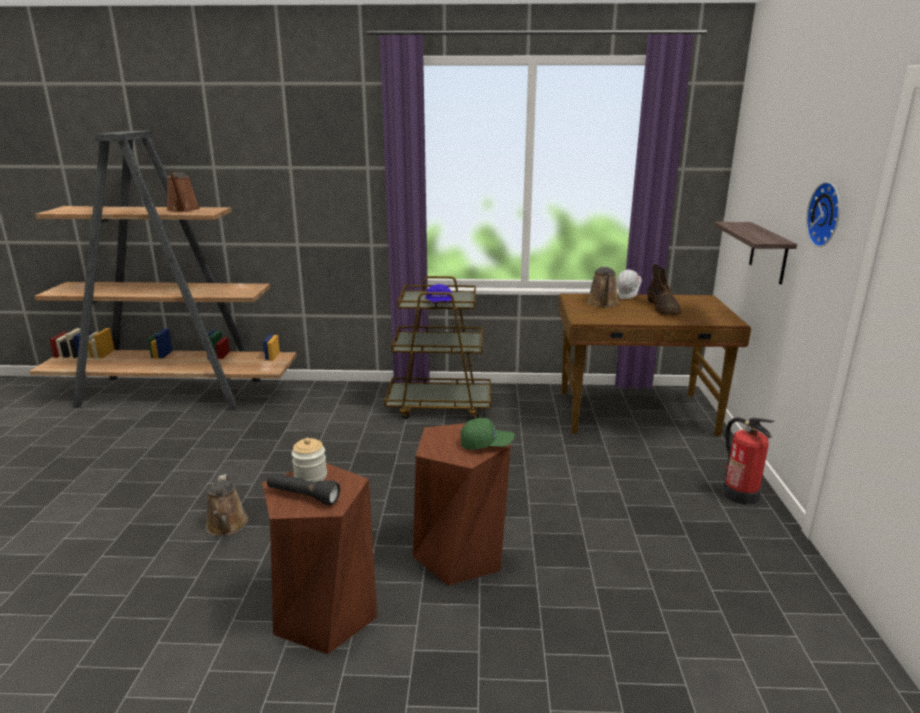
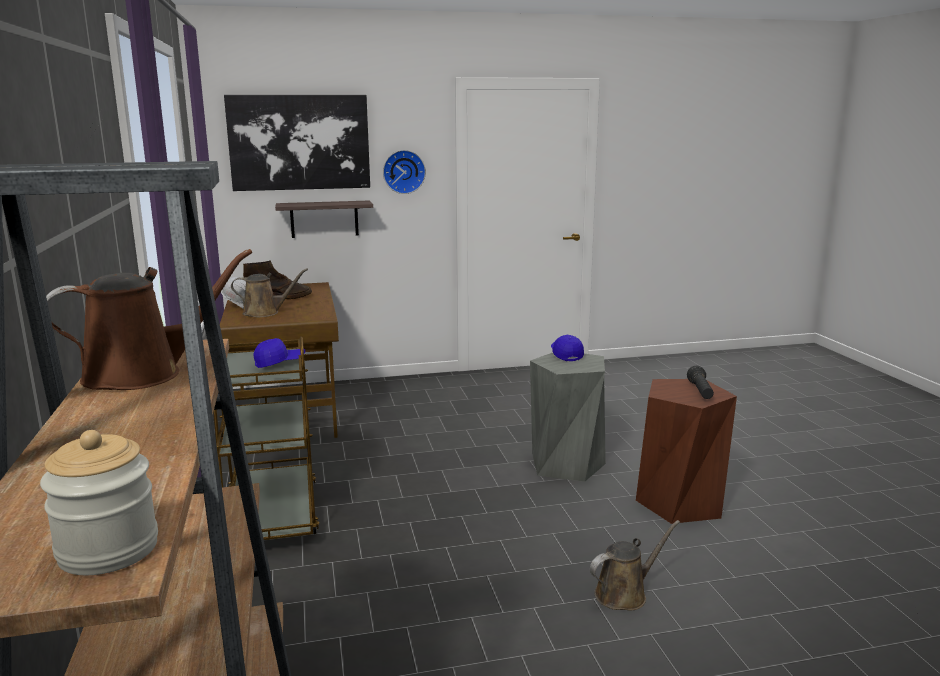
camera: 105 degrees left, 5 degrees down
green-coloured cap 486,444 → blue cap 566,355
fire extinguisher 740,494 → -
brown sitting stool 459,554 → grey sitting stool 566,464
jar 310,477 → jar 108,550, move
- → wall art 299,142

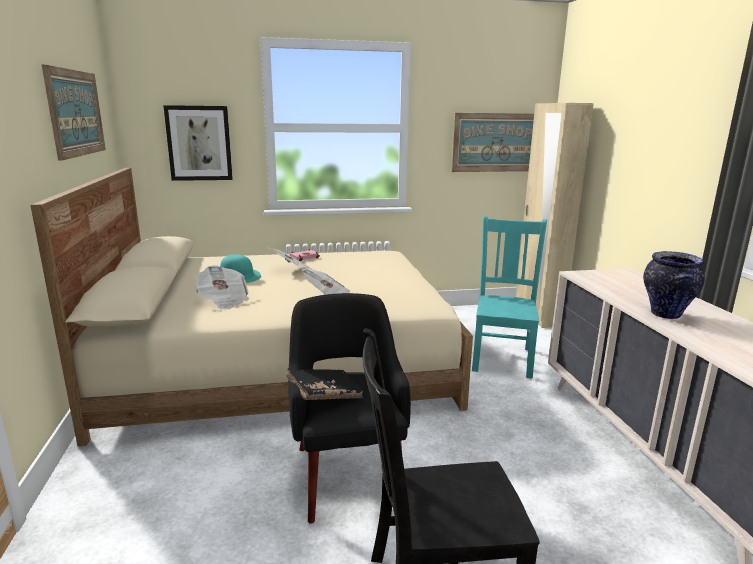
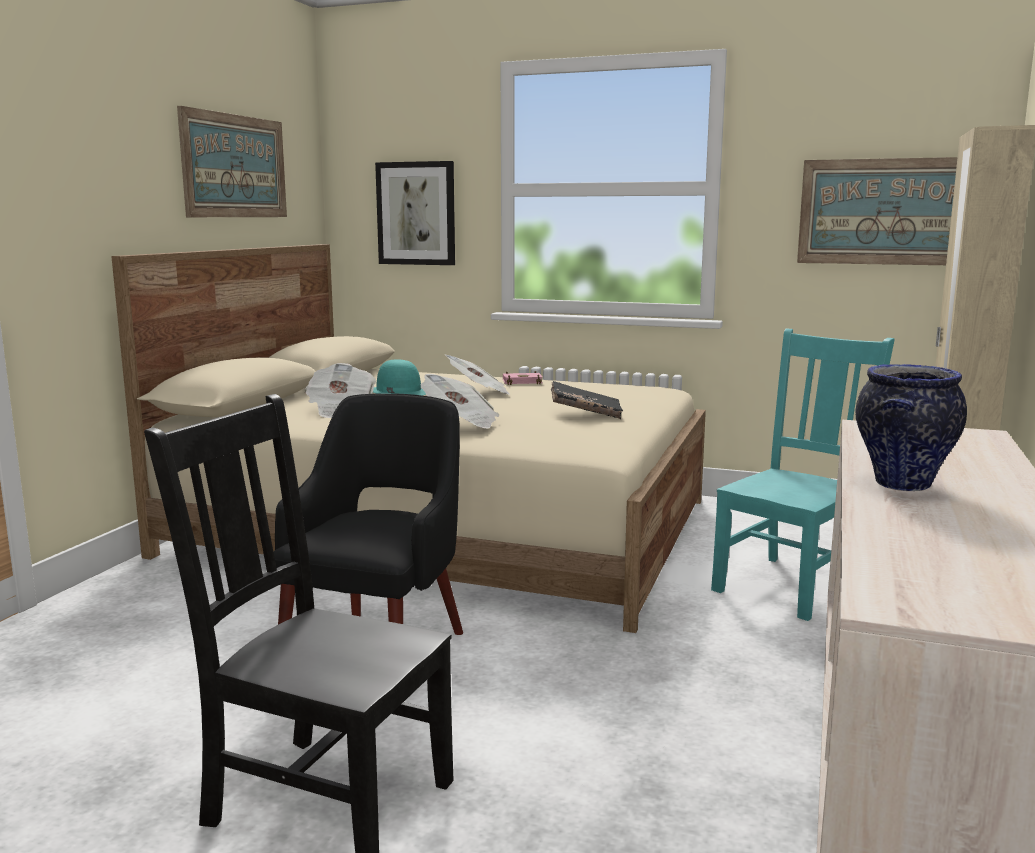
camera: 30 degrees right, 5 degrees down
black-coloured volume 324,395 → black-coloured volume 585,413, move

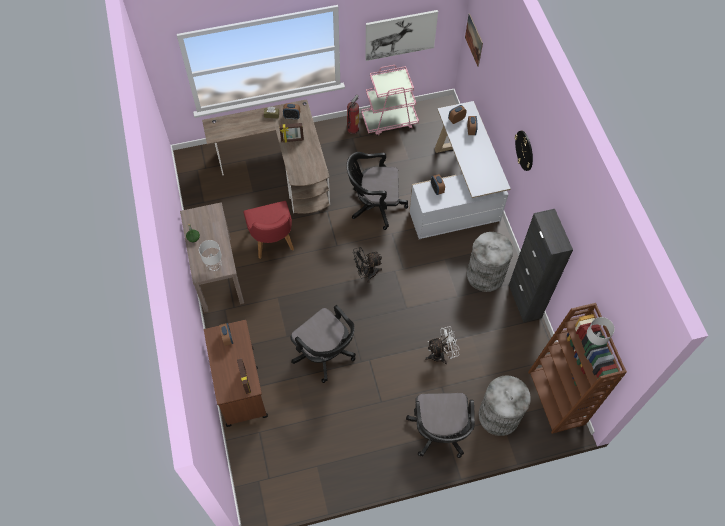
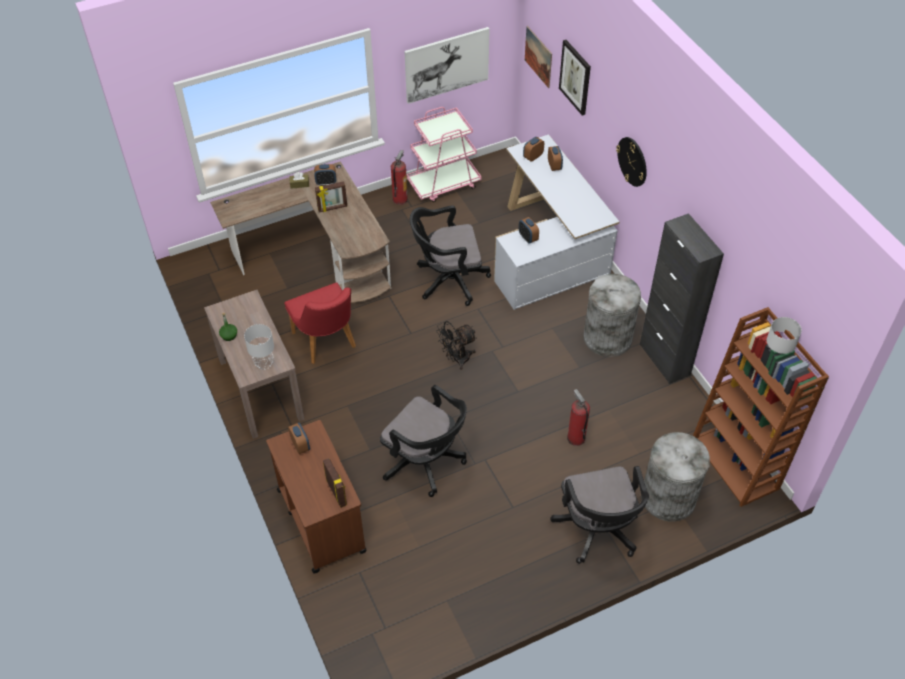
camera: 10 degrees left, 10 degrees down
white fan 441,354 → fire extinguisher 575,438
- → wall art 575,77

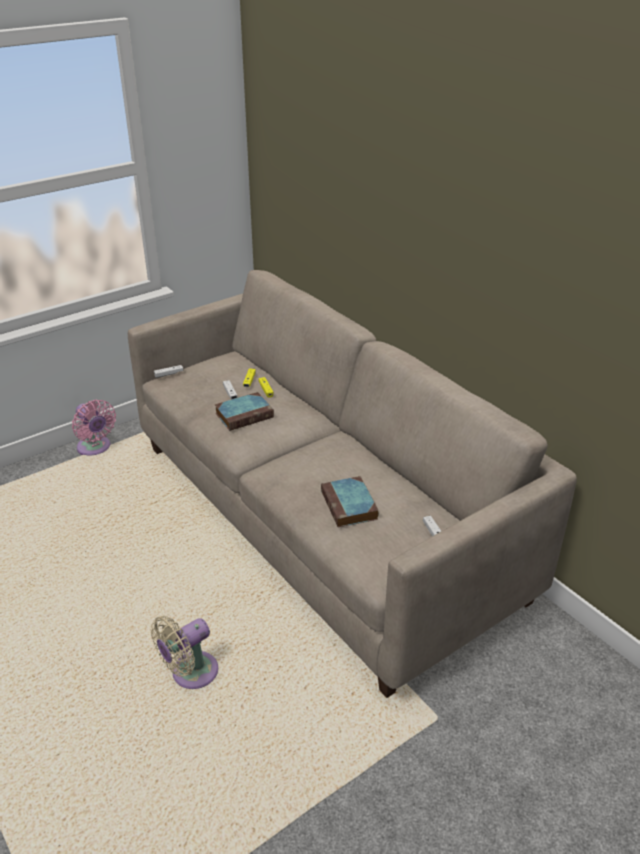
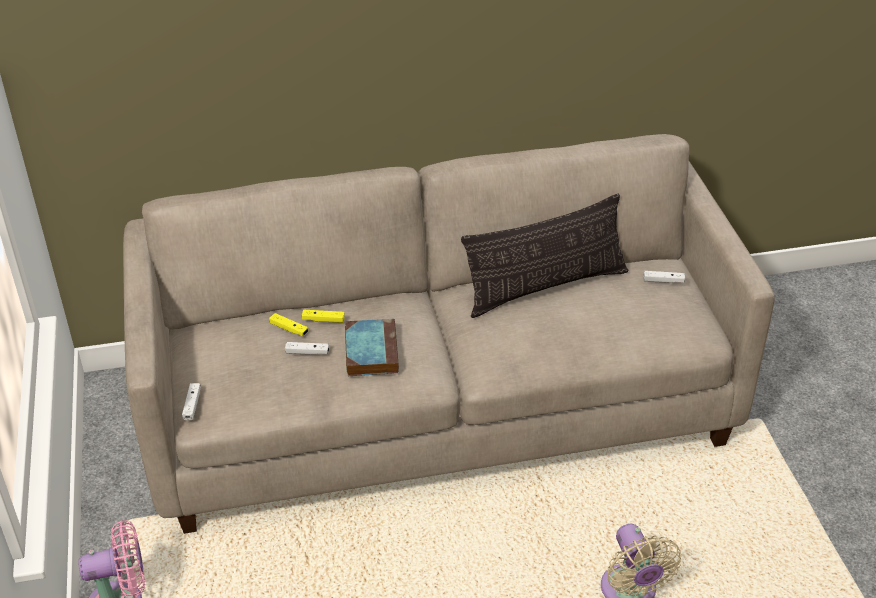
camera: 65 degrees left, 5 degrees up
volume 350,506 → -
- → cushion 545,287

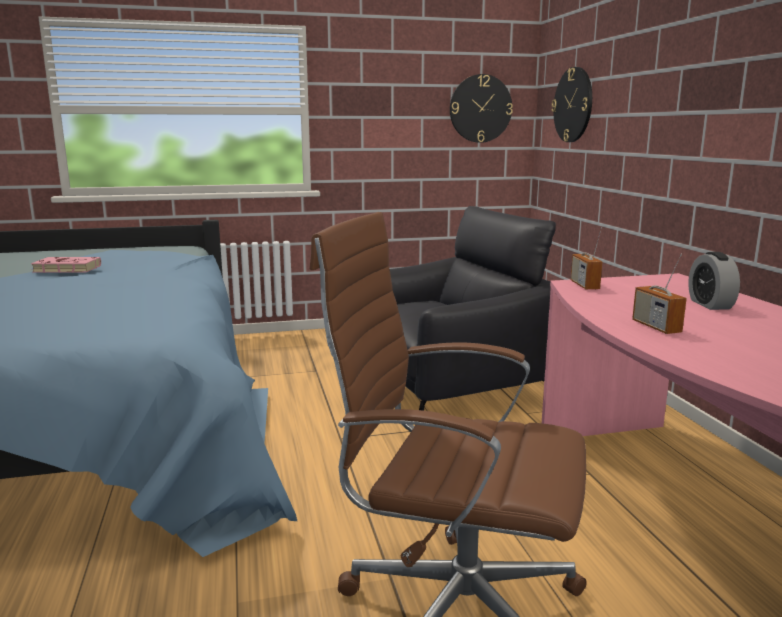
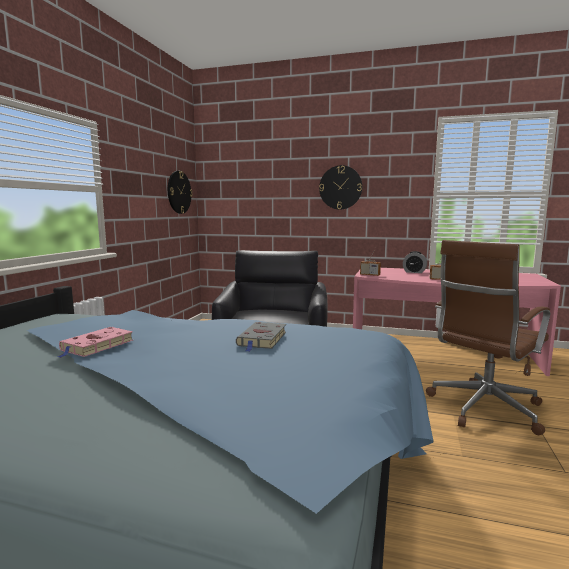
camera: 60 degrees left, 5 degrees down
hanging clock 573,105 → hanging clock 340,187, move
- → grey volume 262,339

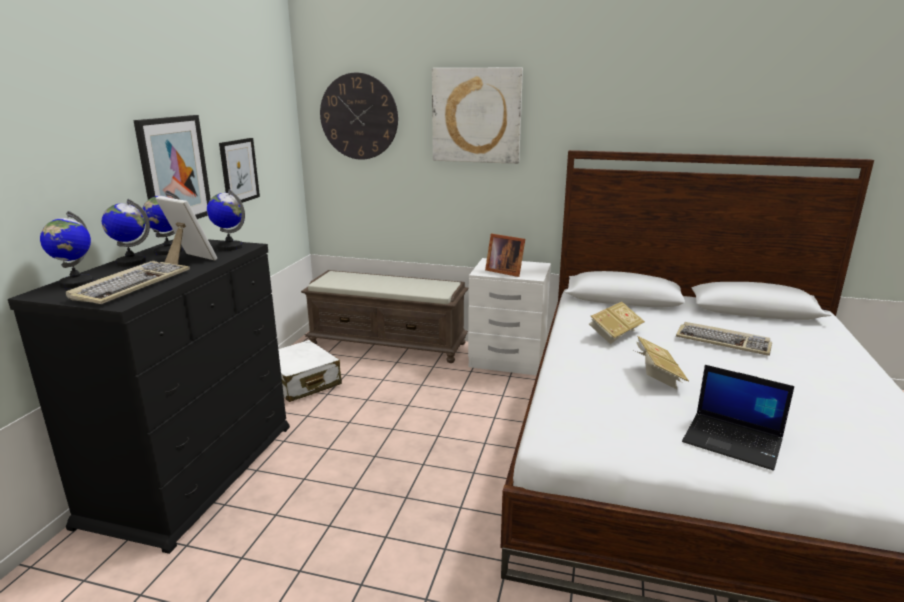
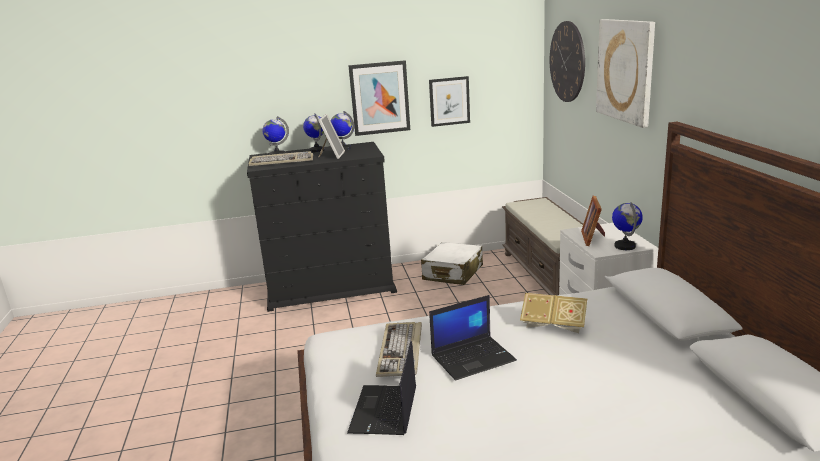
camera: 65 degrees right, 0 degrees up
world globe 230,247 → world globe 625,246, move
PC keyboard 723,341 → PC keyboard 401,352, move
volume 656,375 → notebook computer 473,357

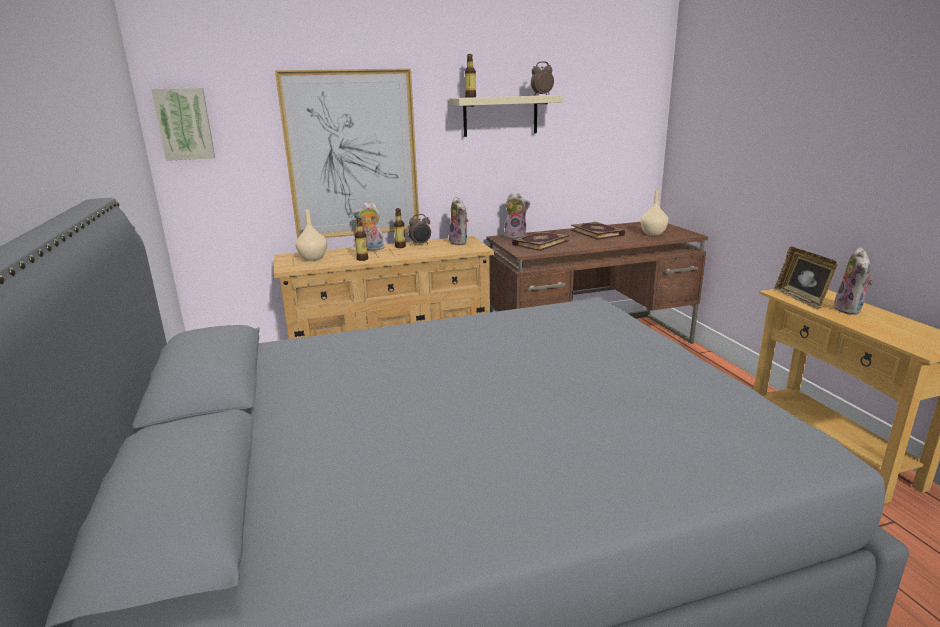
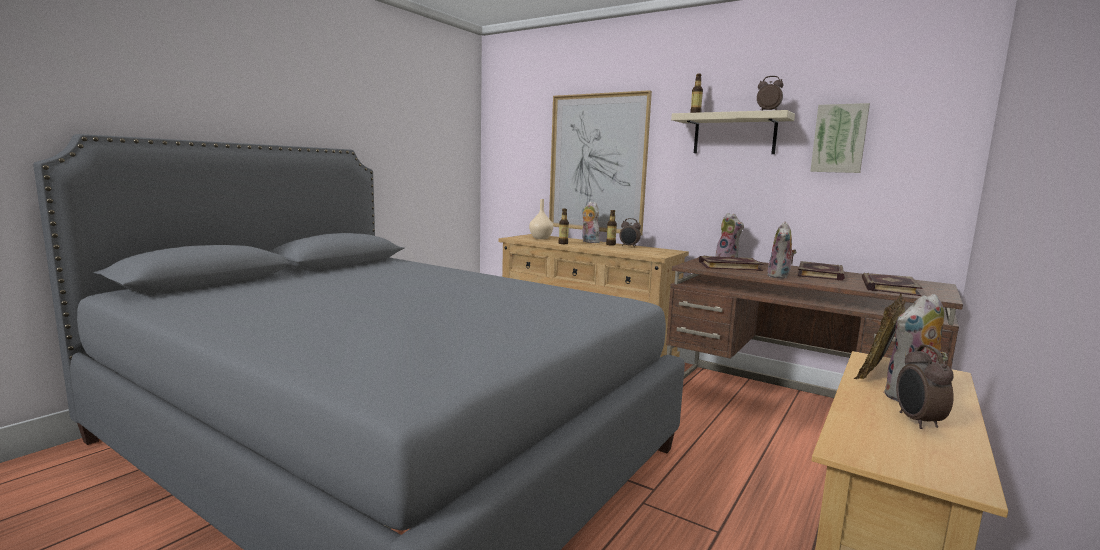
camera: 50 degrees right, 10 degrees down
wall art 185,124 → wall art 839,138, move
beige-coloured vase 652,233 → volume 887,287
cuddly toy 460,242 → cuddly toy 780,276, move
- → alarm clock 917,421

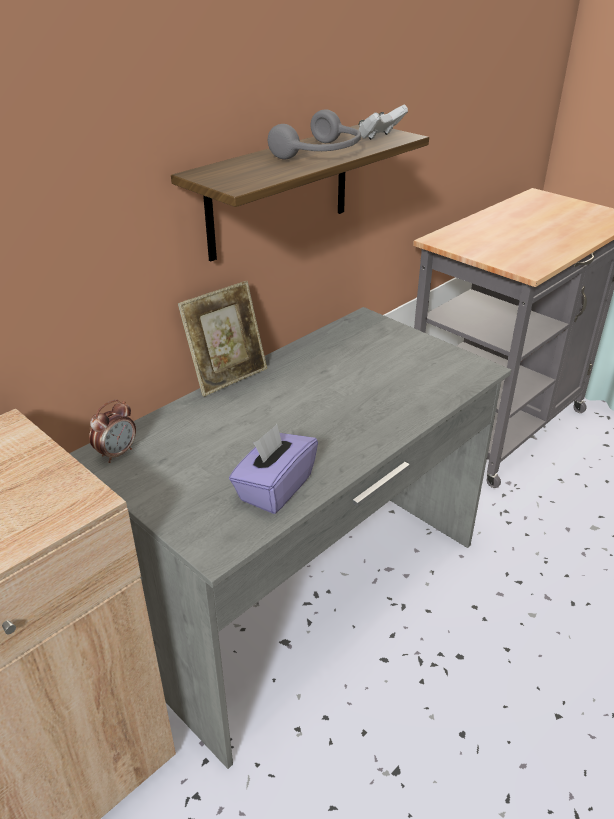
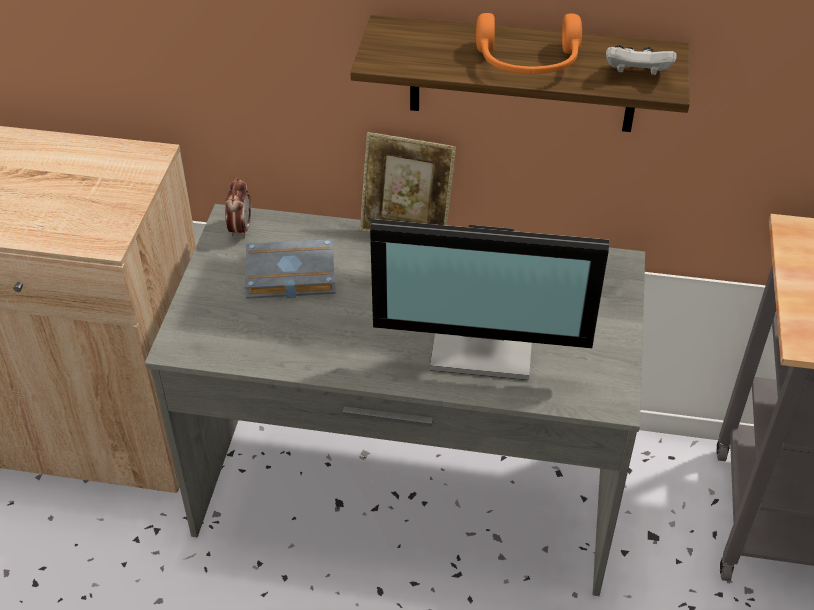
camera: 55 degrees right, 10 degrees up
grey headphones 321,154 → orangey headphones 528,63
alarm clock 117,453 → alarm clock 240,229, 90 degrees counterclockwise
purple-coloured tissue holder 274,488 → -
- → monitor 484,343
- → grey volume 288,276

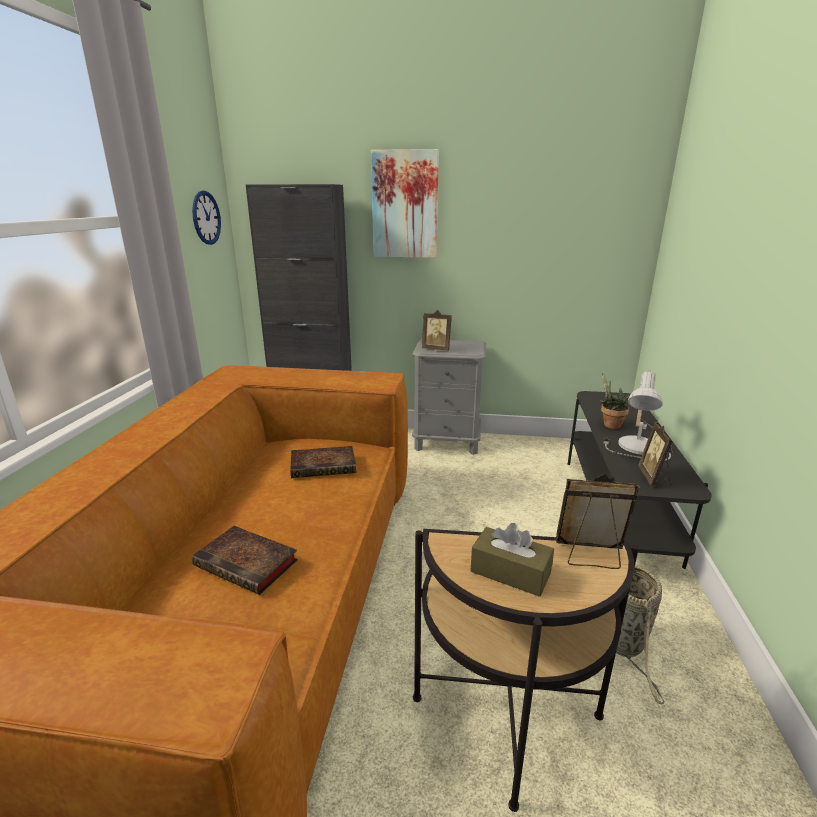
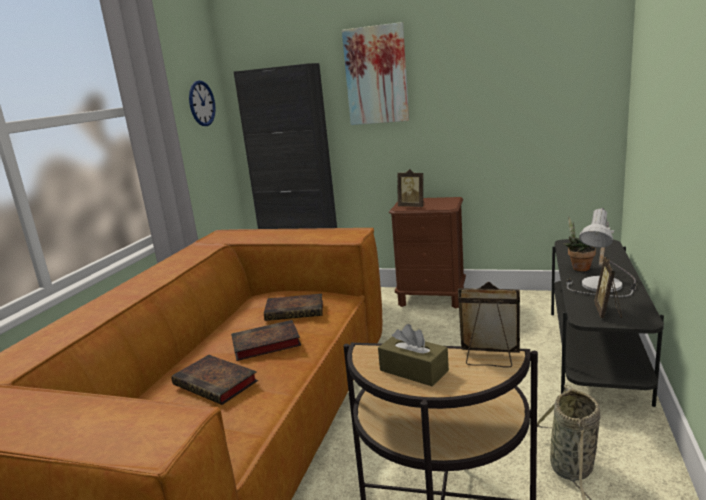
camera: 10 degrees right, 5 degrees down
grey bedside table 447,442 → brown bedside table 432,298
- → volume 264,345

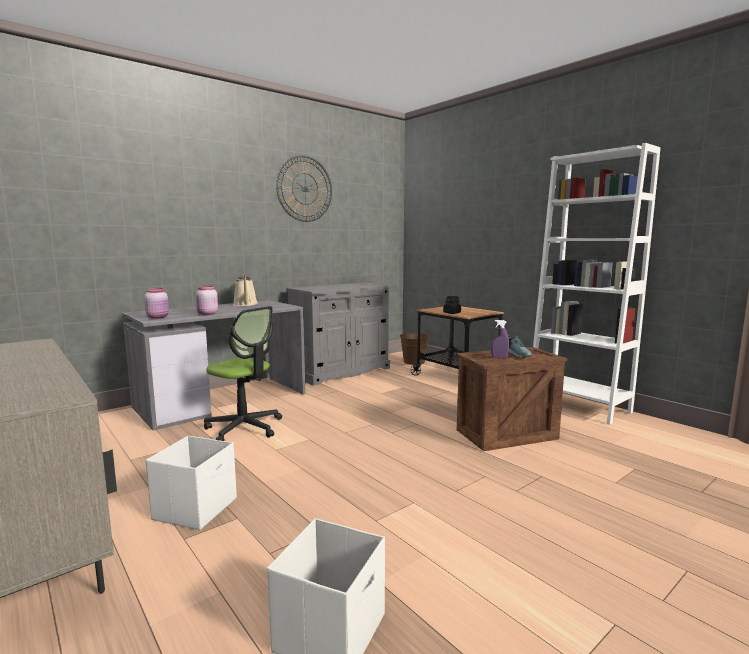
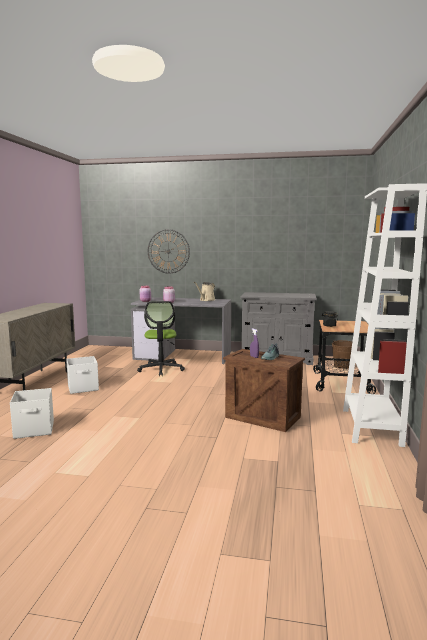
camera: 50 degrees right, 0 degrees up
hanging clock 305,189 → hanging clock 168,251, move

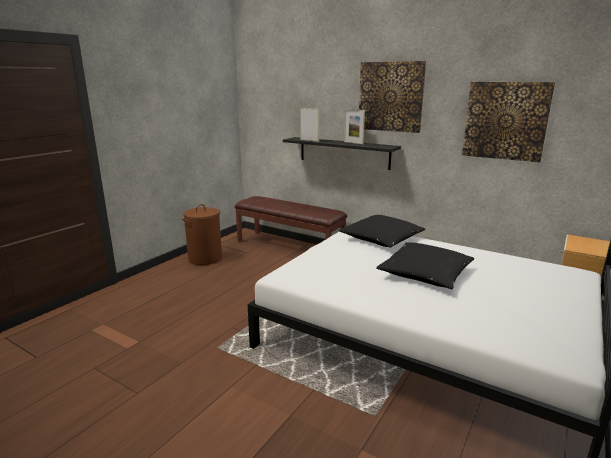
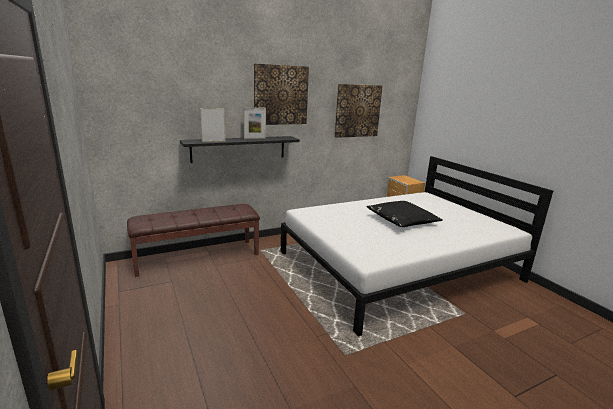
camera: 60 degrees left, 0 degrees up
brown laundry basket 205,258 → -
black-coloured cushion 381,239 → -

